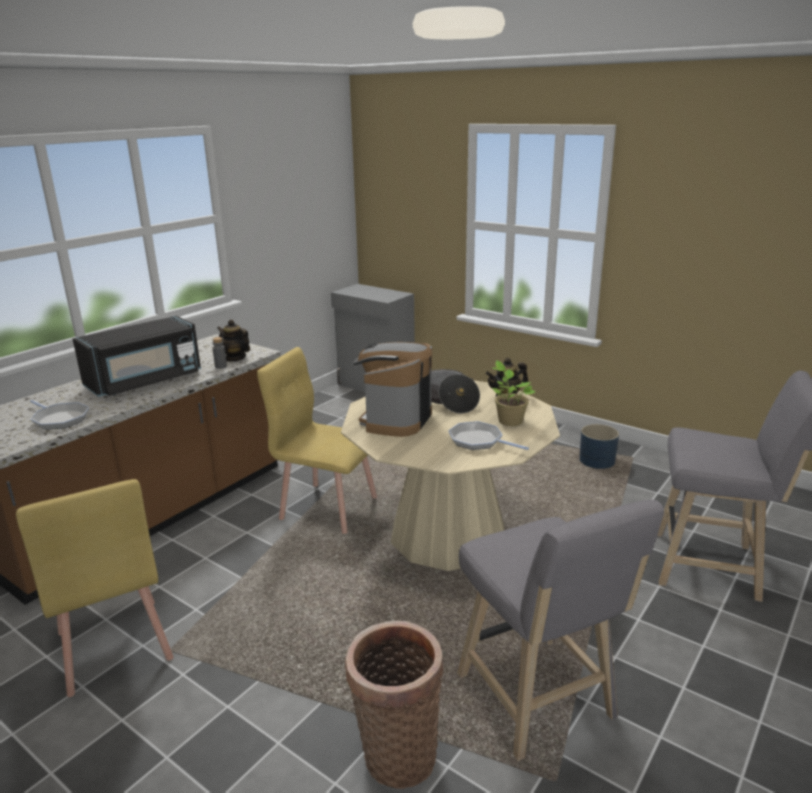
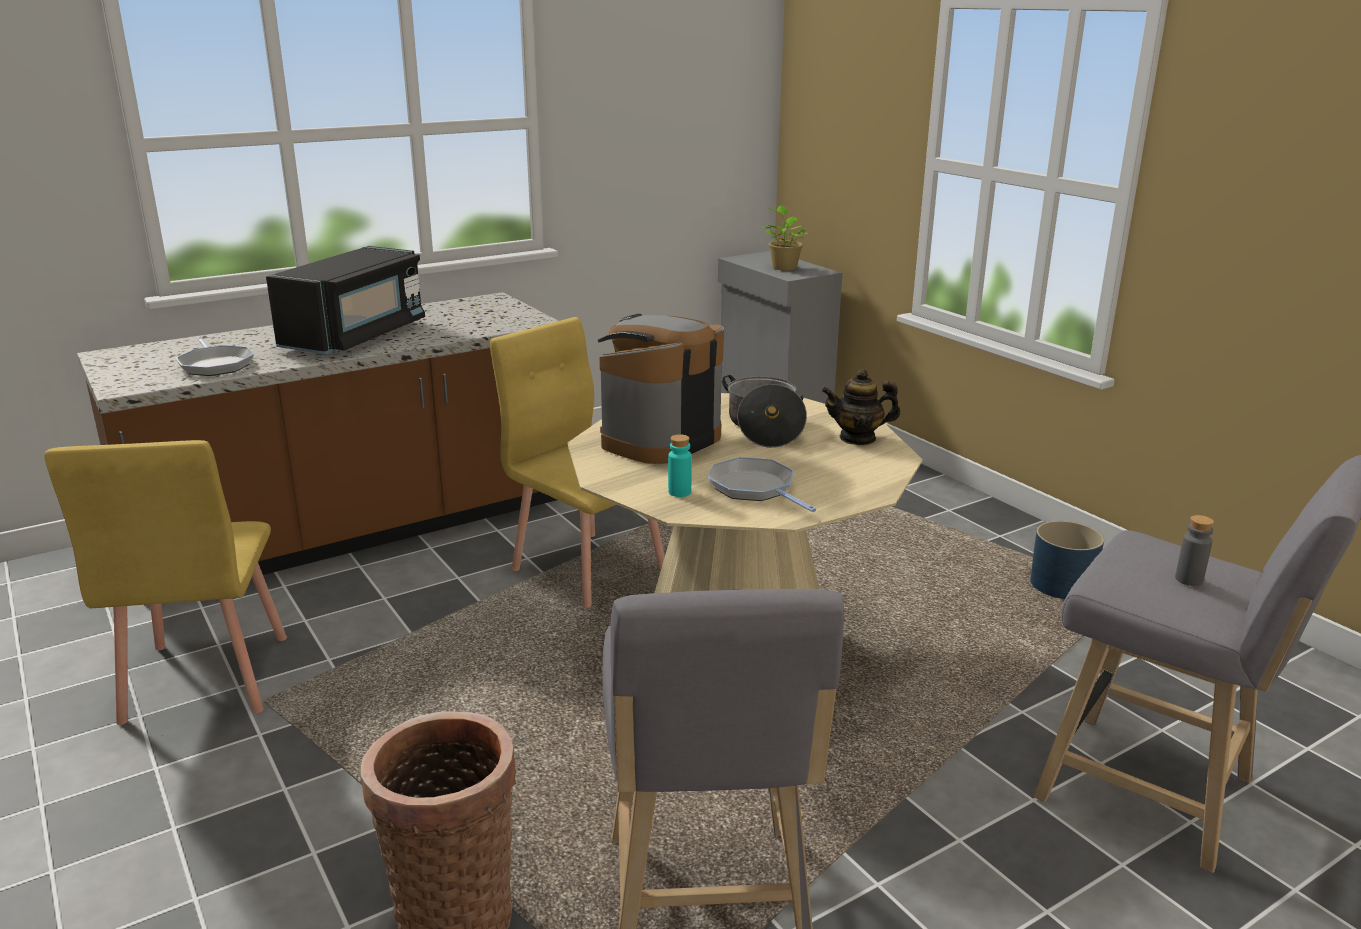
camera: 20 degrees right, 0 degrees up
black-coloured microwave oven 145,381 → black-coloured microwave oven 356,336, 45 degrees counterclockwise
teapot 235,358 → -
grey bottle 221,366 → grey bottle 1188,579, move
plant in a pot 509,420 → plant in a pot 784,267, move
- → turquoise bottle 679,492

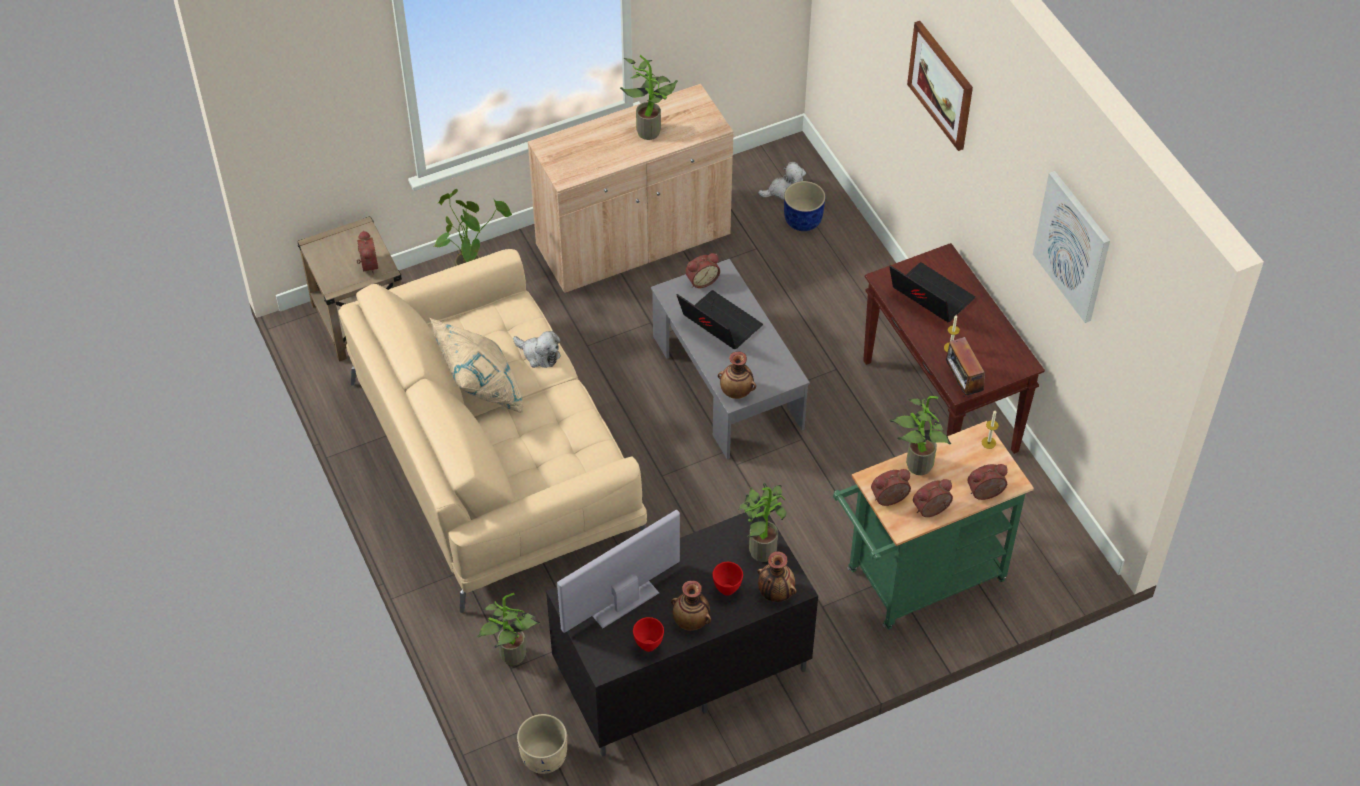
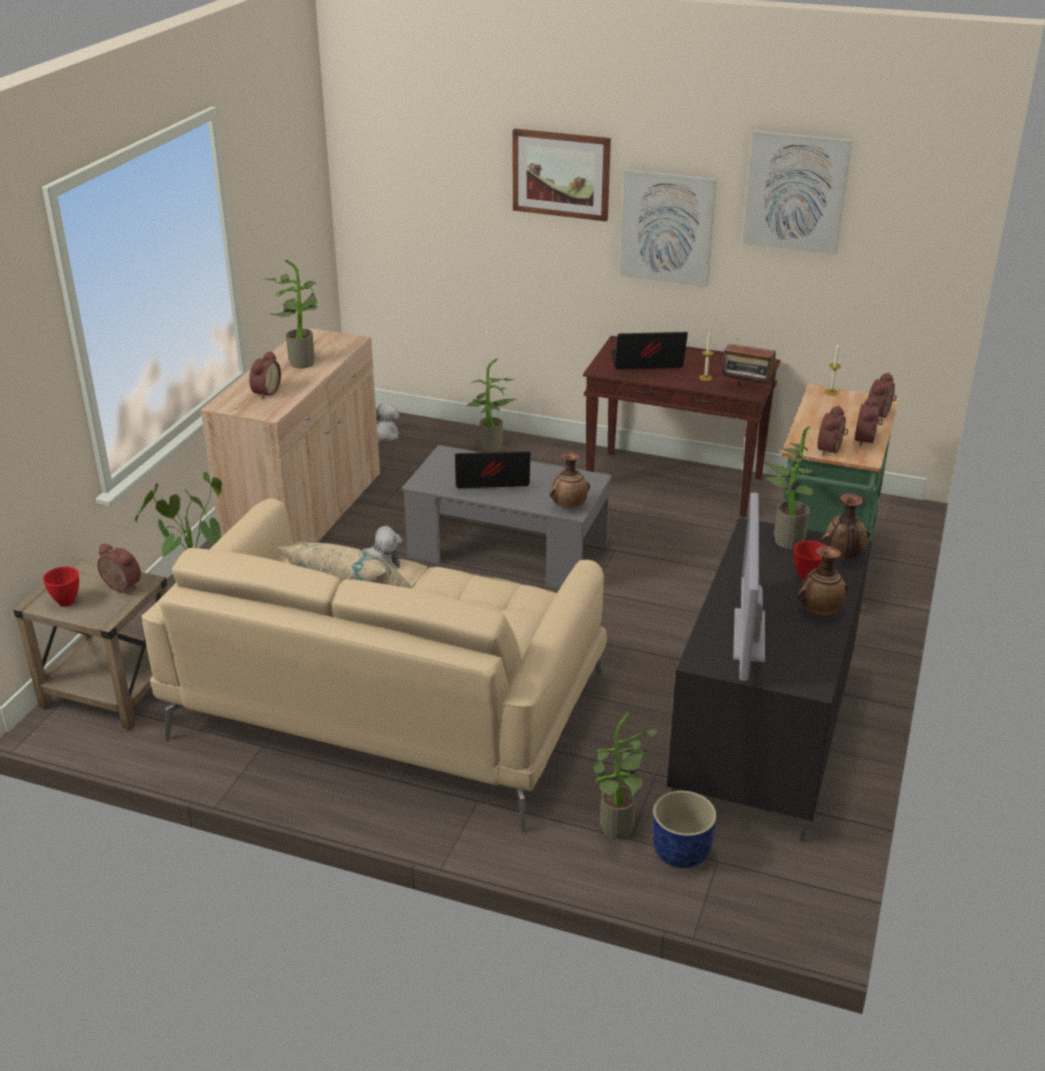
camera: 45 degrees left, 20 degrees down
blue plant pot 803,220 → blue plant pot 680,851, move
alarm clock 701,280 → alarm clock 265,392, move
plant in a pot 915,466 → plant in a pot 490,448, move
red serving bowl 648,645 → red serving bowl 66,602, move
beige-coloured plant pot 543,757 → -
- → wall art 667,227

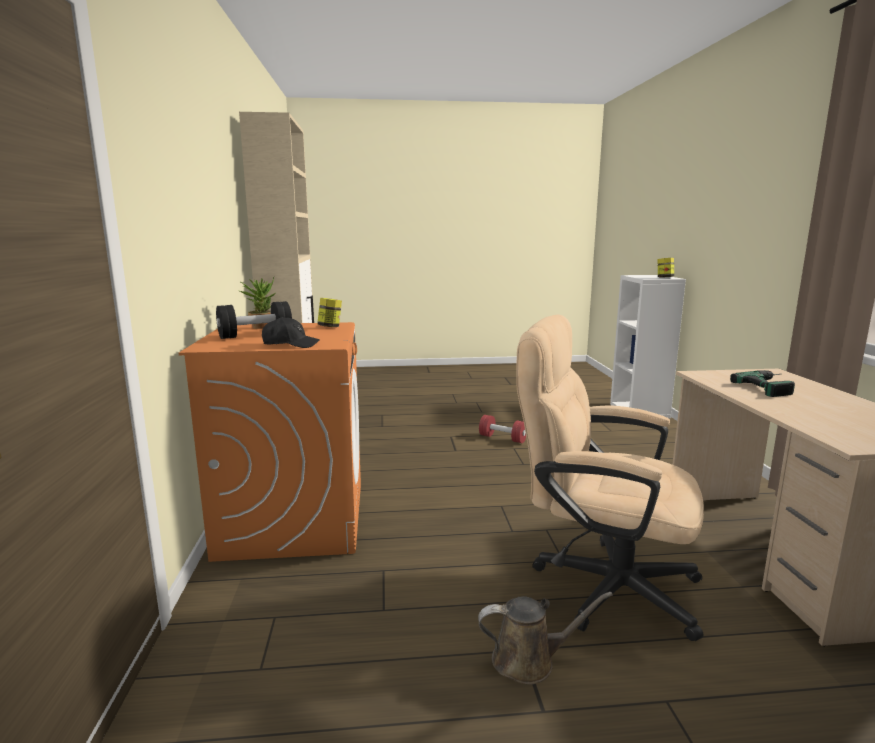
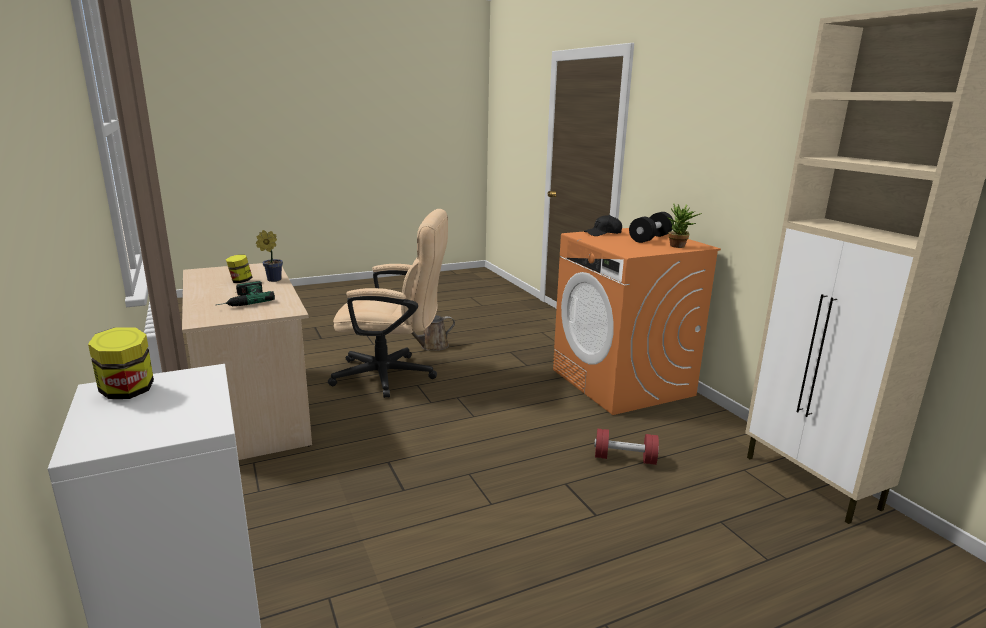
camera: 160 degrees right, 5 degrees up
jar 330,327 → jar 240,281, move
red hand weight 502,438 → red hand weight 624,458, move
- → plant in a pot 272,280

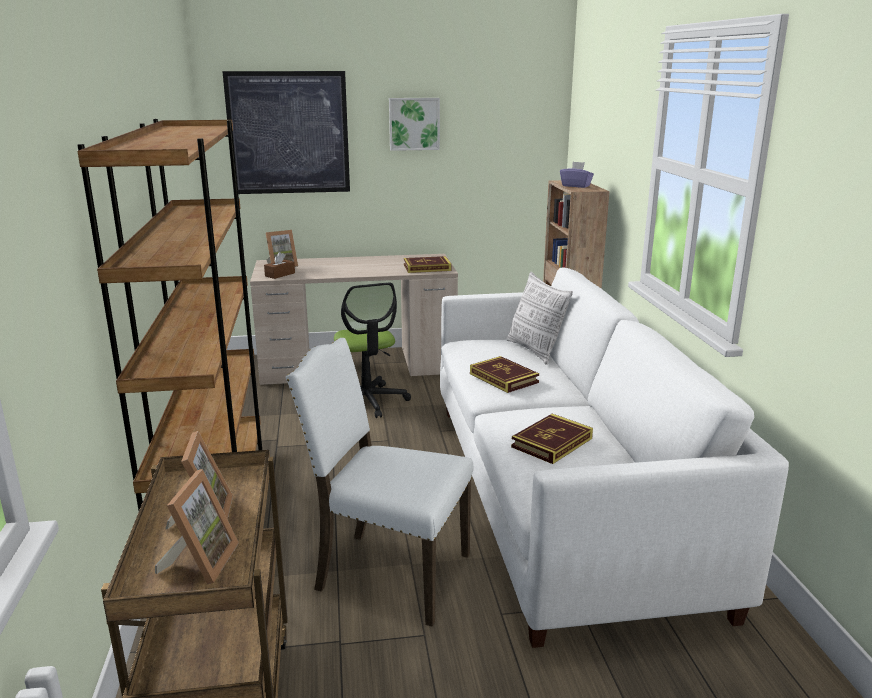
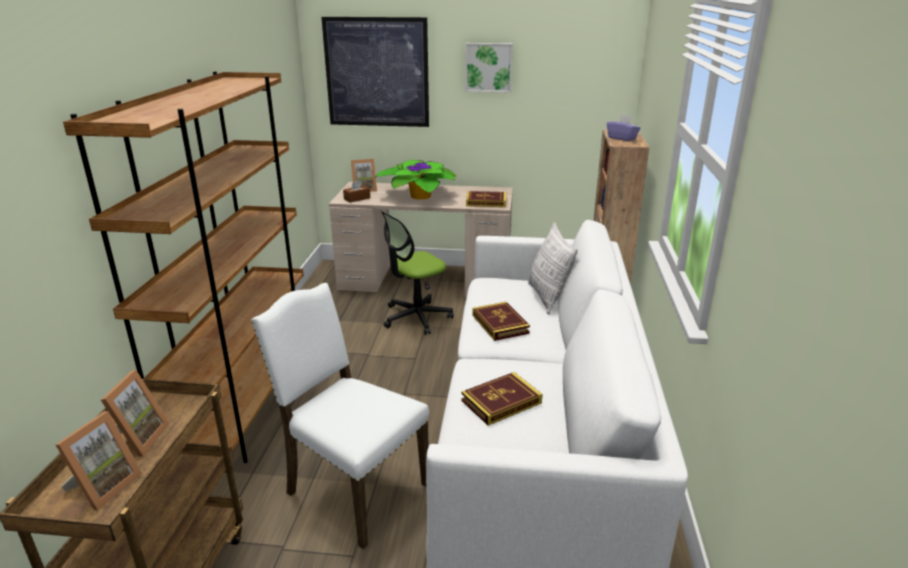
camera: 15 degrees right, 5 degrees up
desk chair 367,401 → desk chair 416,317, 60 degrees clockwise
- → plant in a pot 418,196

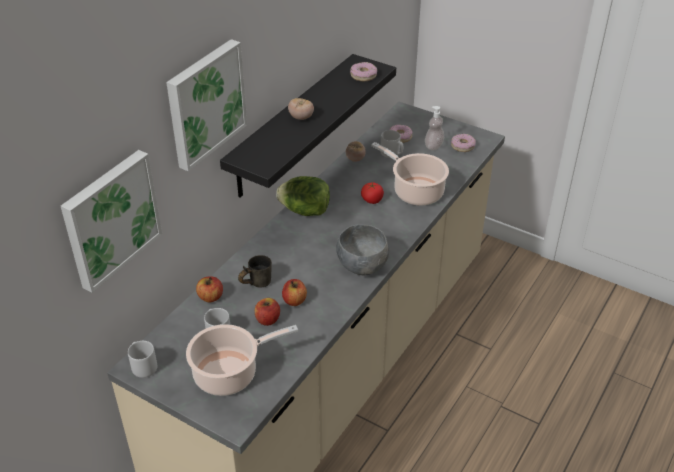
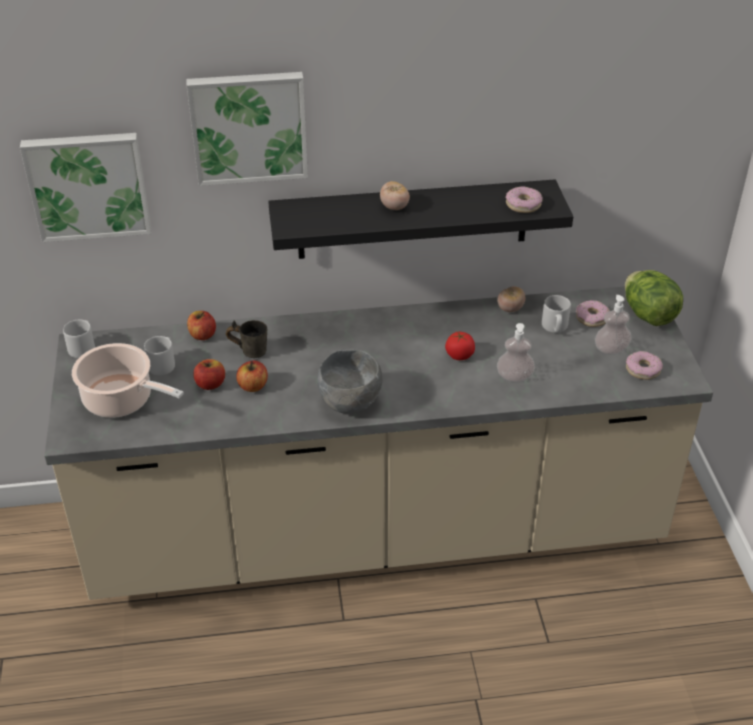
camera: 50 degrees right, 0 degrees up
stockpot 415,191 → soap dispenser 514,376
head of lettuce 305,211 → head of lettuce 648,315, move

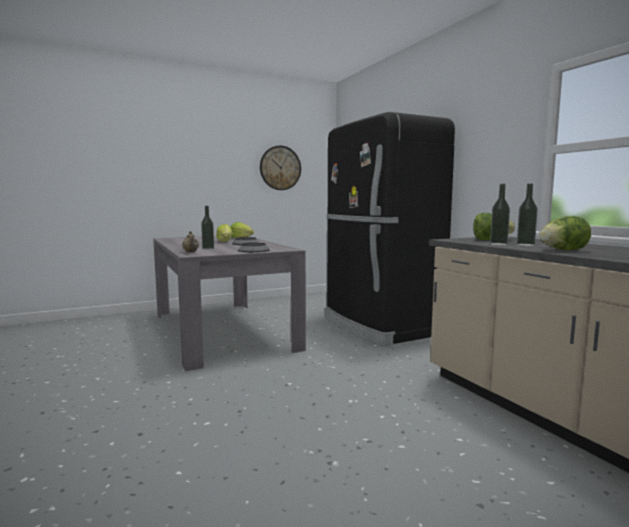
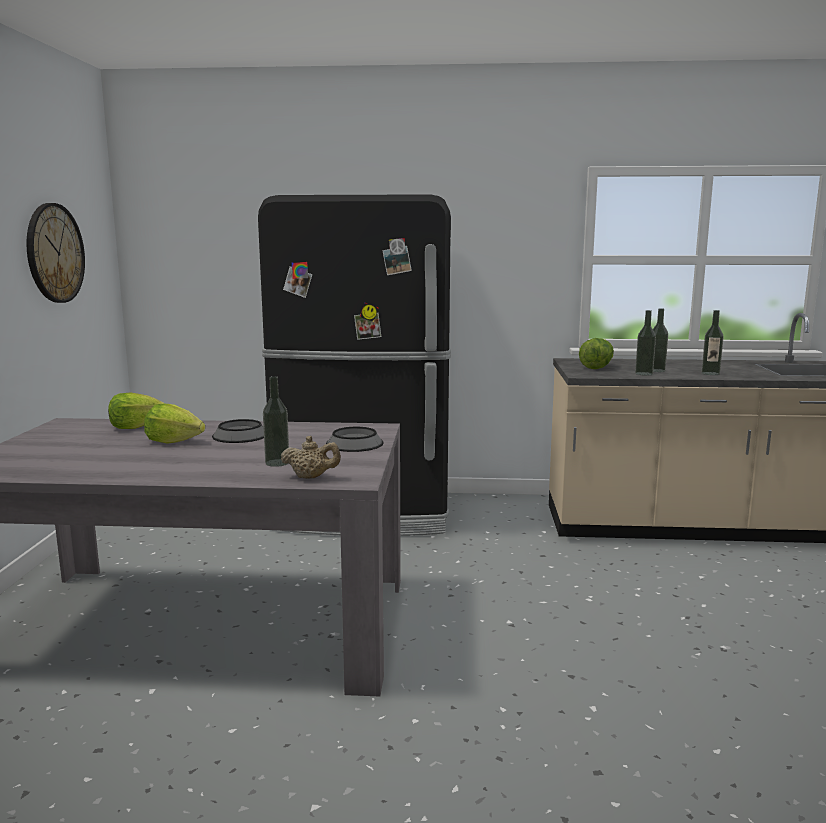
camera: 60 degrees left, 5 degrees up
head of lettuce 562,250 → bottle 710,373

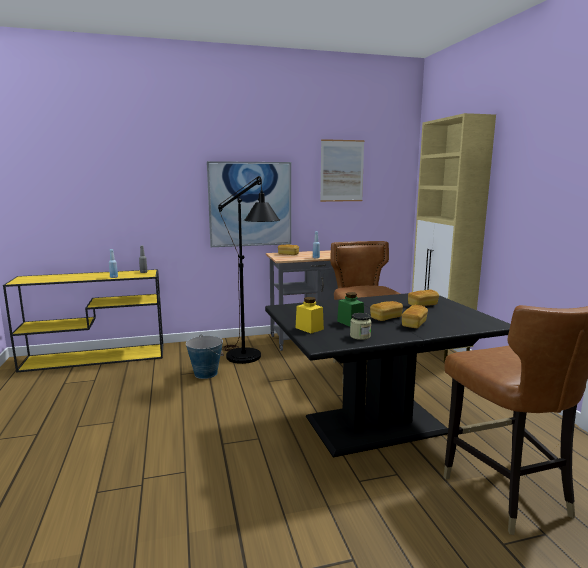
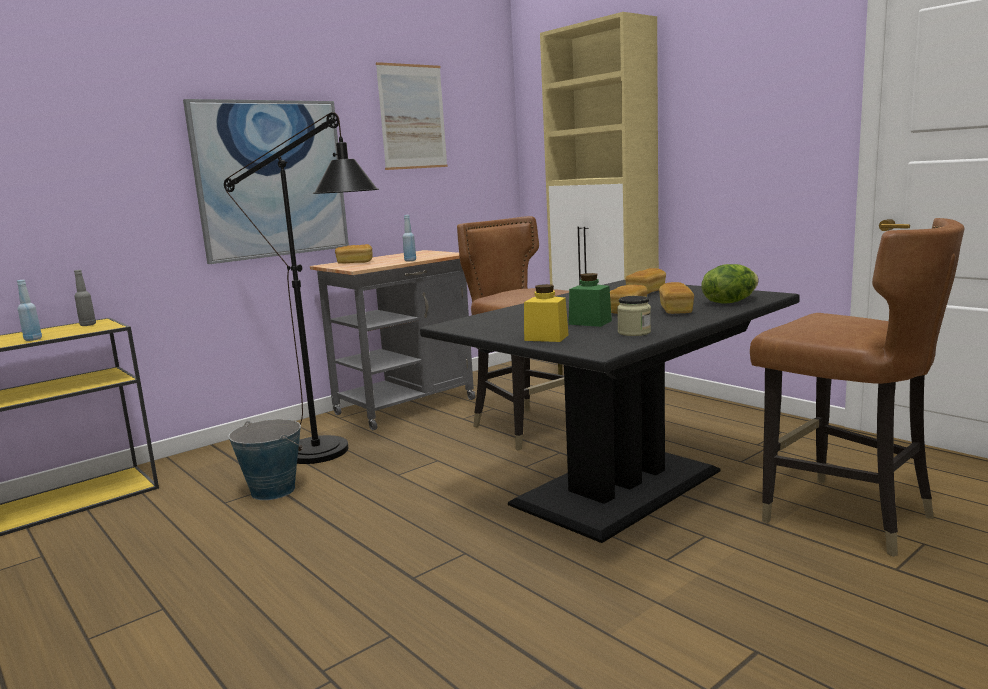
camera: 25 degrees left, 0 degrees up
- → head of lettuce 729,302

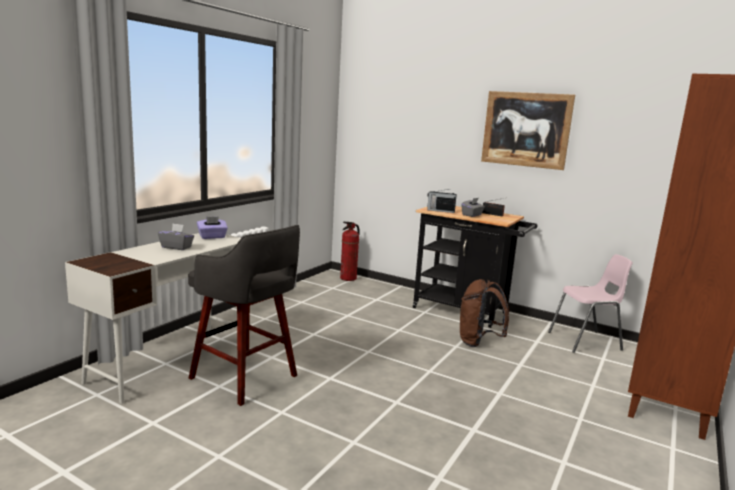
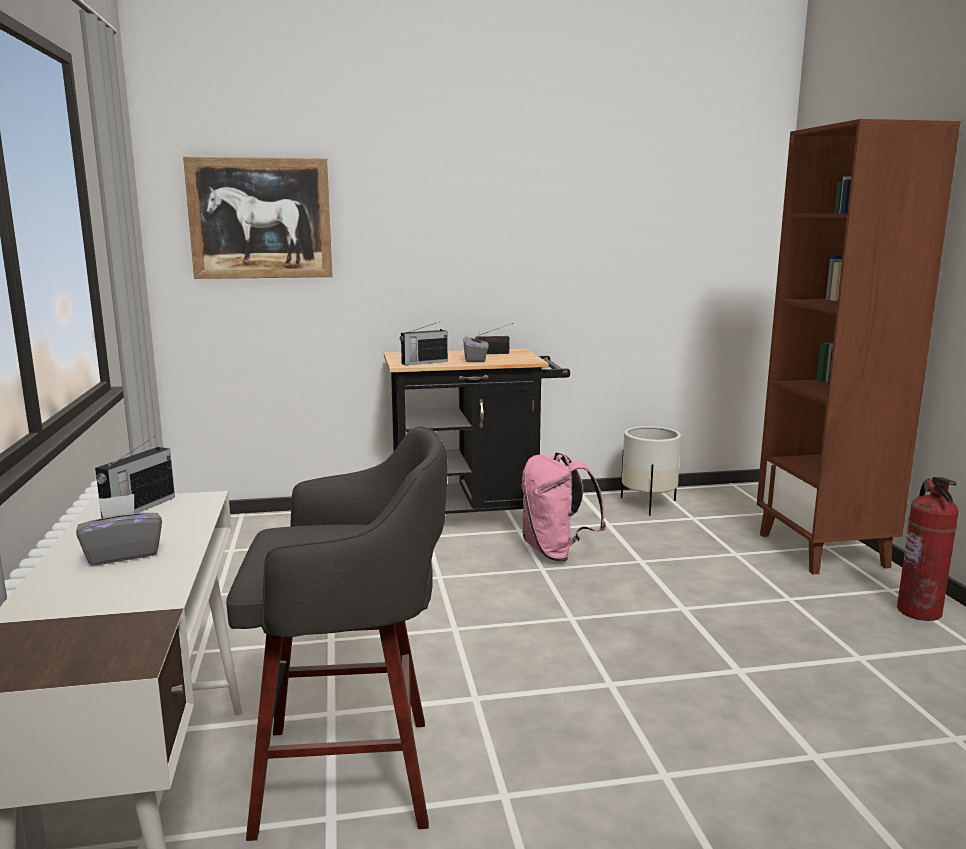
camera: 40 degrees left, 0 degrees up
wall art 526,129 → wall art 260,218, move
purple-coloured tissue holder 212,237 → radio 138,509
fire extinguisher 348,278 → fire extinguisher 919,611, move
pink-coloured chair 585,341 → white plant pot 648,504
brown backpack 478,342 → pink-coloured backpack 557,552

